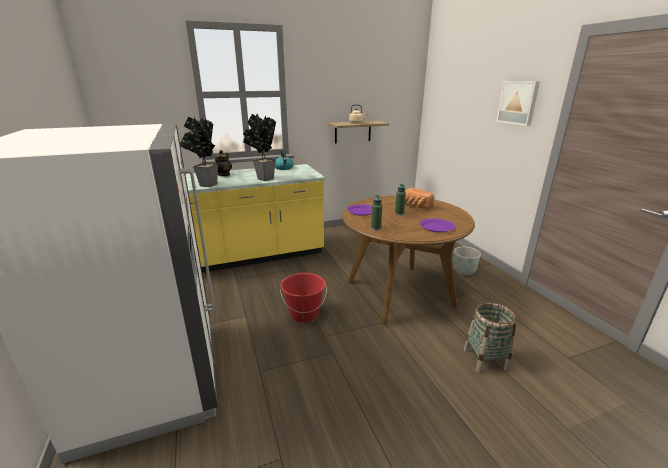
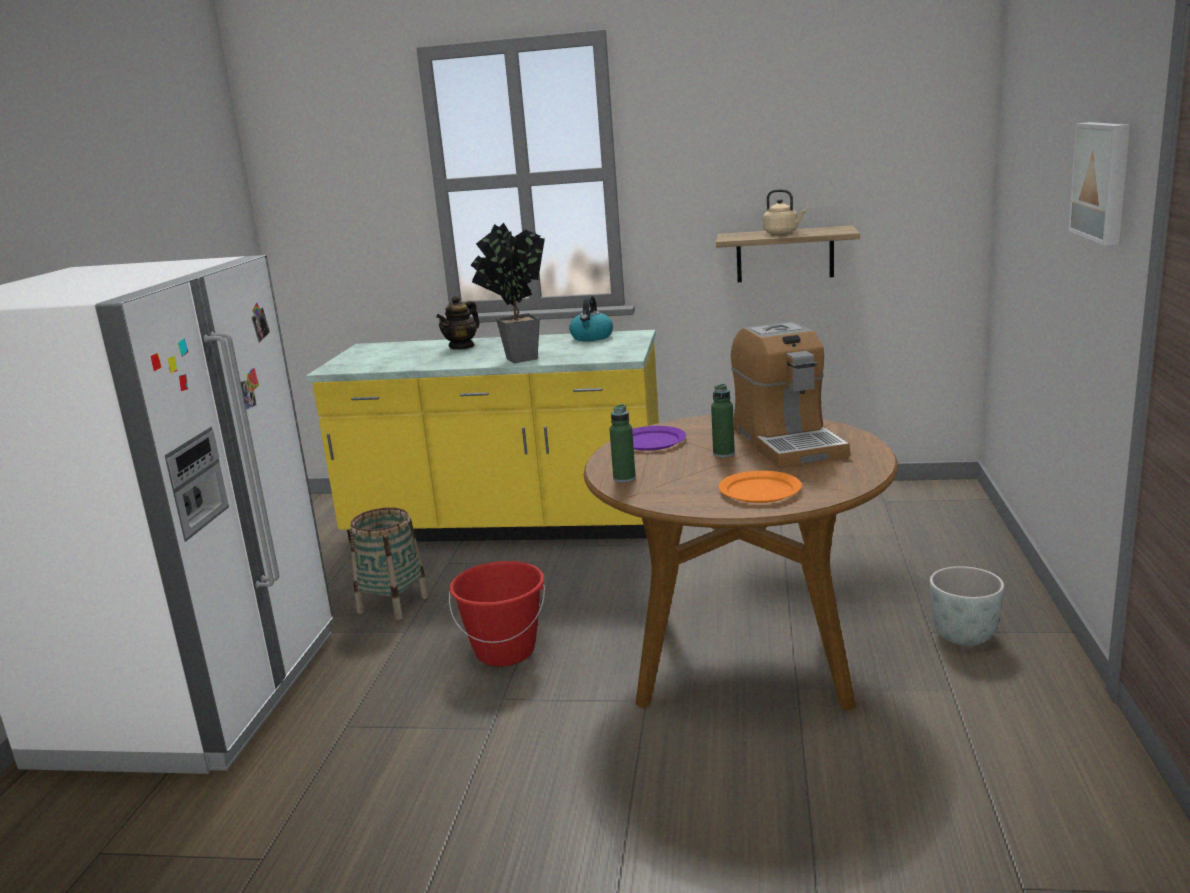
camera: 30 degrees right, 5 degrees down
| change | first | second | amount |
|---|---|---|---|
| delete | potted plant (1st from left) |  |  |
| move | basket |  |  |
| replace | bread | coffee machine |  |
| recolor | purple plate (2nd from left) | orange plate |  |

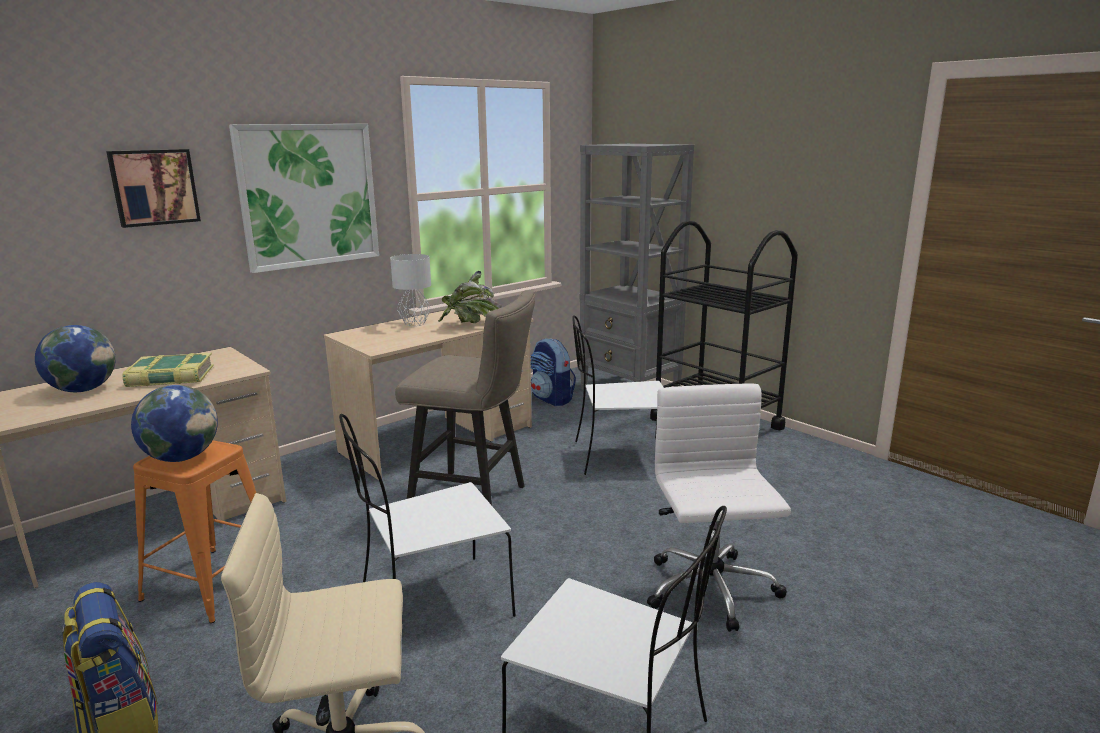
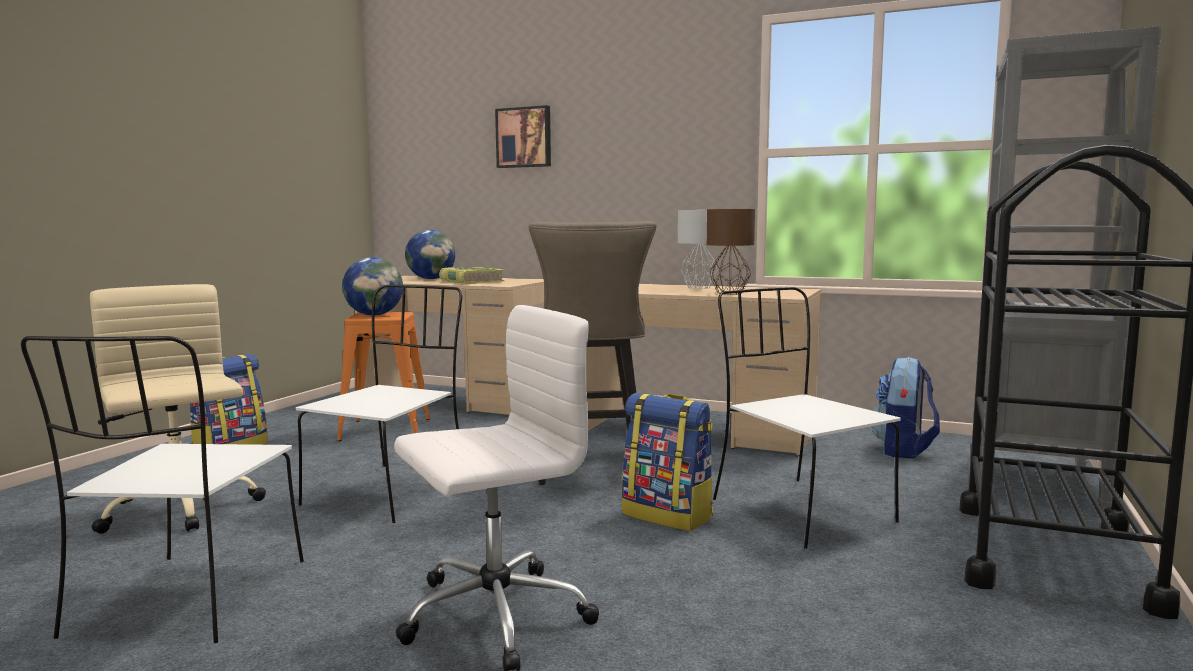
camera: 65 degrees right, 10 degrees down
| change | first | second | amount |
|---|---|---|---|
| delete | picture (2nd from left) |  |  |
| insert |  | backpack (2nd from left) |  |
| replace | potted plant | brown table lamp |  |
| rotate | white chair (1st from left in the first image) | white chair (2nd from left) | 75 degrees clockwise |

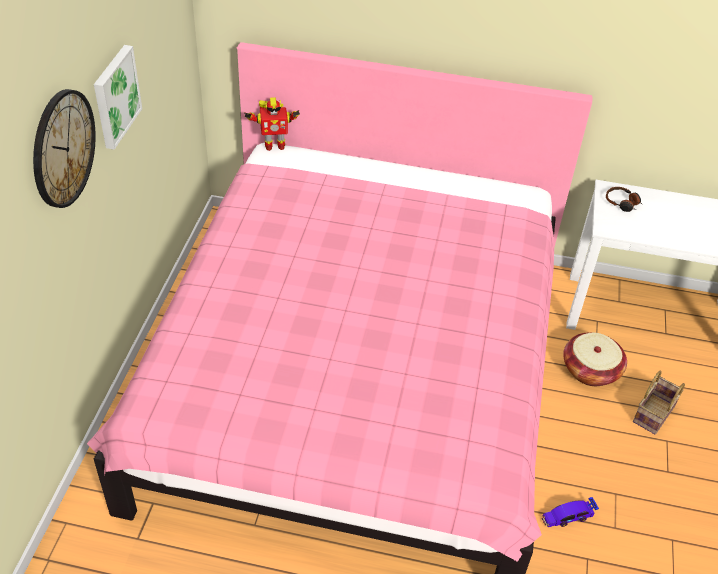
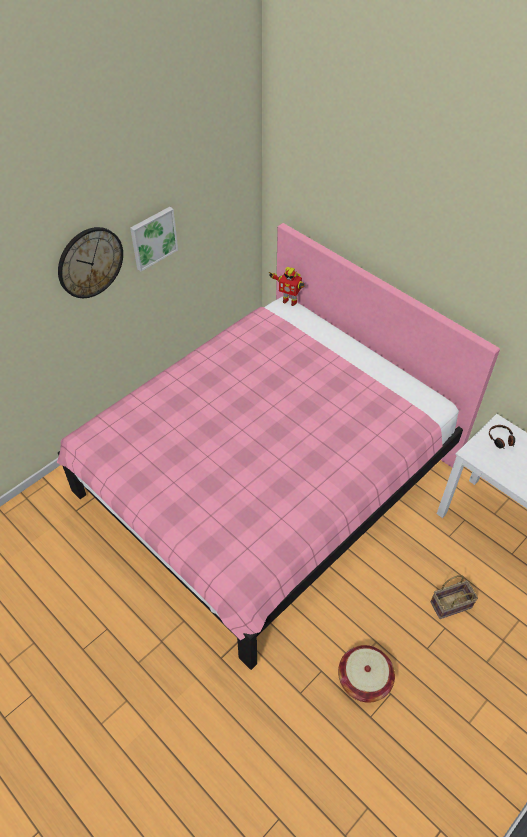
camera: 35 degrees right, 5 degrees up
| change | first | second | amount |
|---|---|---|---|
| delete | toy car |  |  |
| move | basket (1st from left) |  |  |

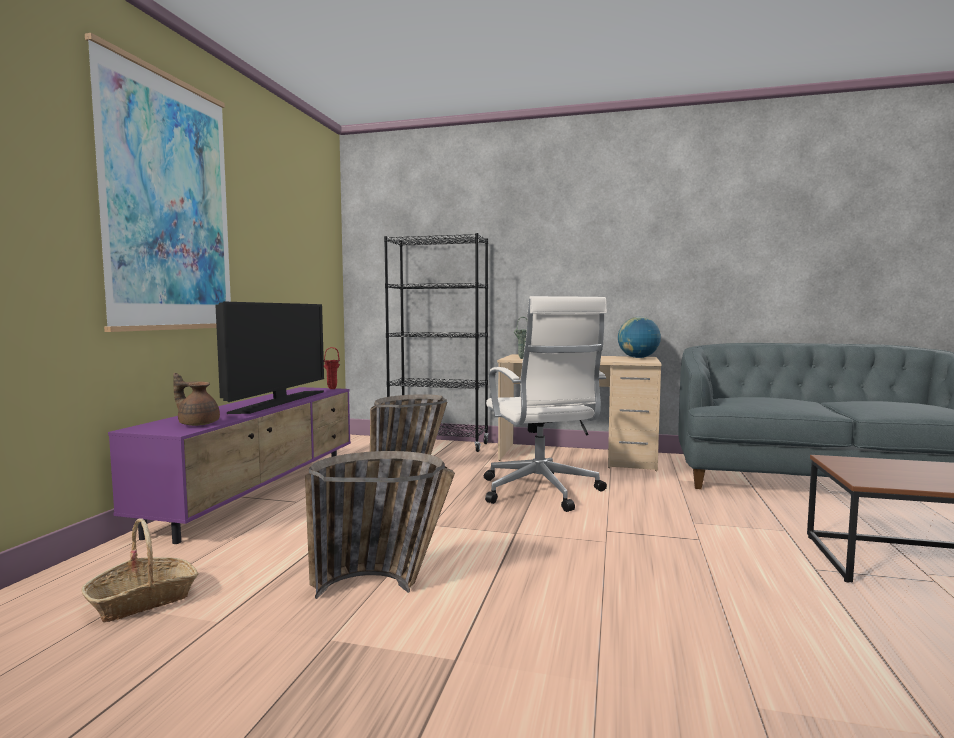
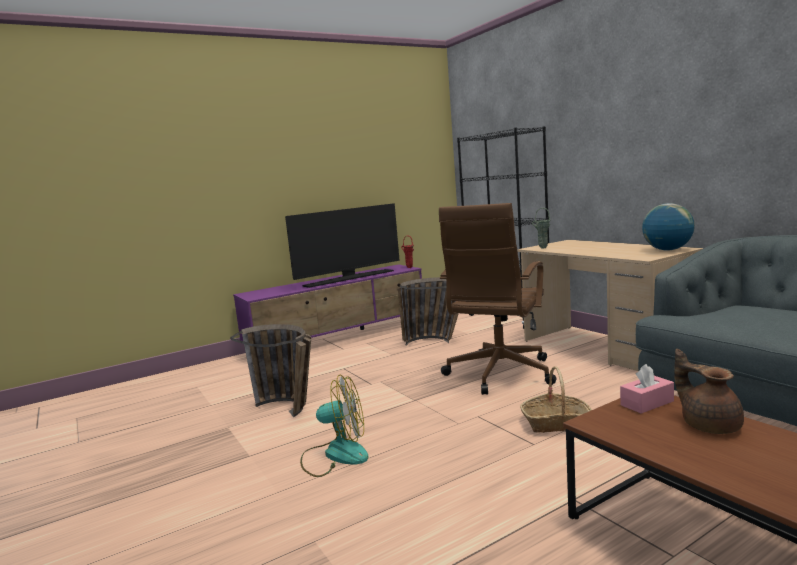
camera: 45 degrees right, 5 degrees up
| change | first | second | amount |
|---|---|---|---|
| delete | picture |  |  |
| insert |  | fan |  |
| insert |  | pink tissue box |  |
| move | basket (1st from left in the first image) | basket (3rd from left) |  |
| move | brown teapot |  |  |
| recolor | white office chair | brown office chair |  |

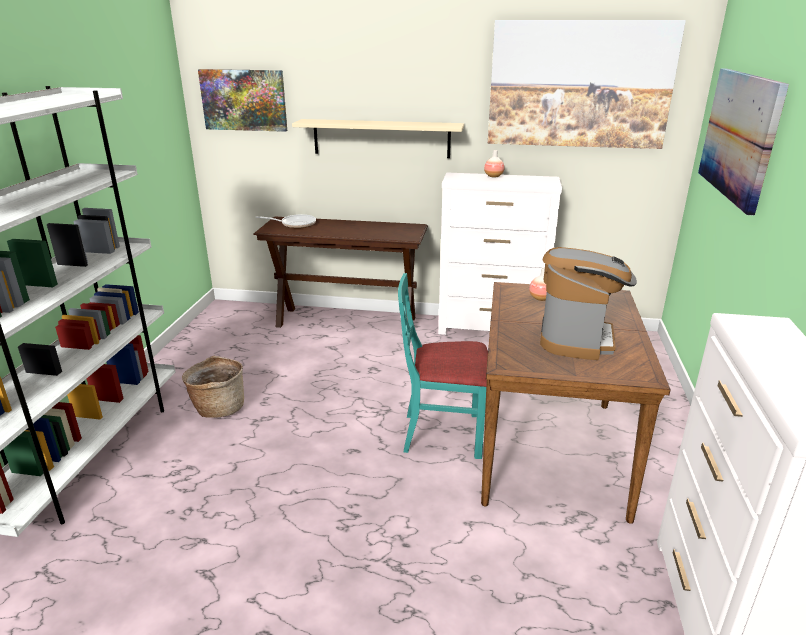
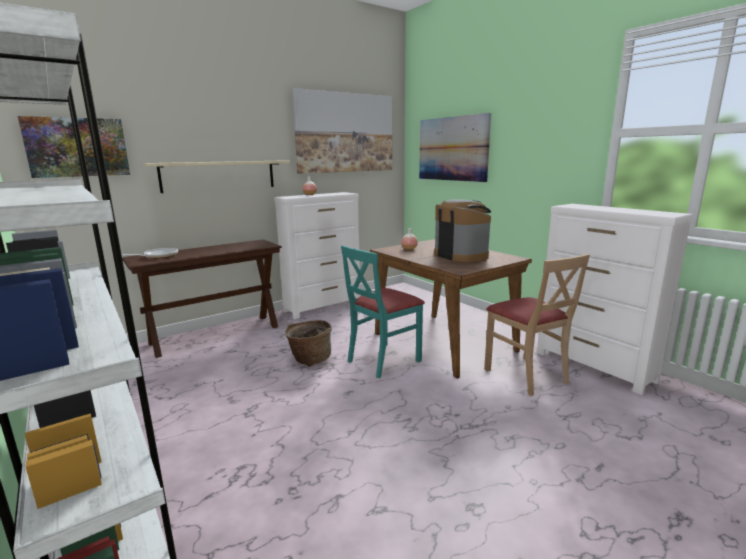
camera: 45 degrees left, 10 degrees down
| change | first | second | amount |
|---|---|---|---|
| insert |  | beige chair |  |
| move | basket |  |  |

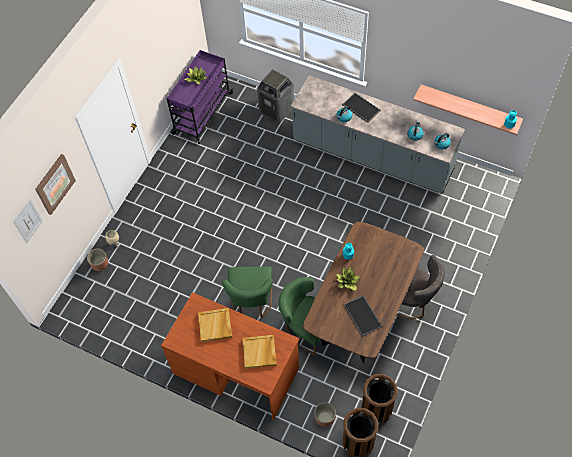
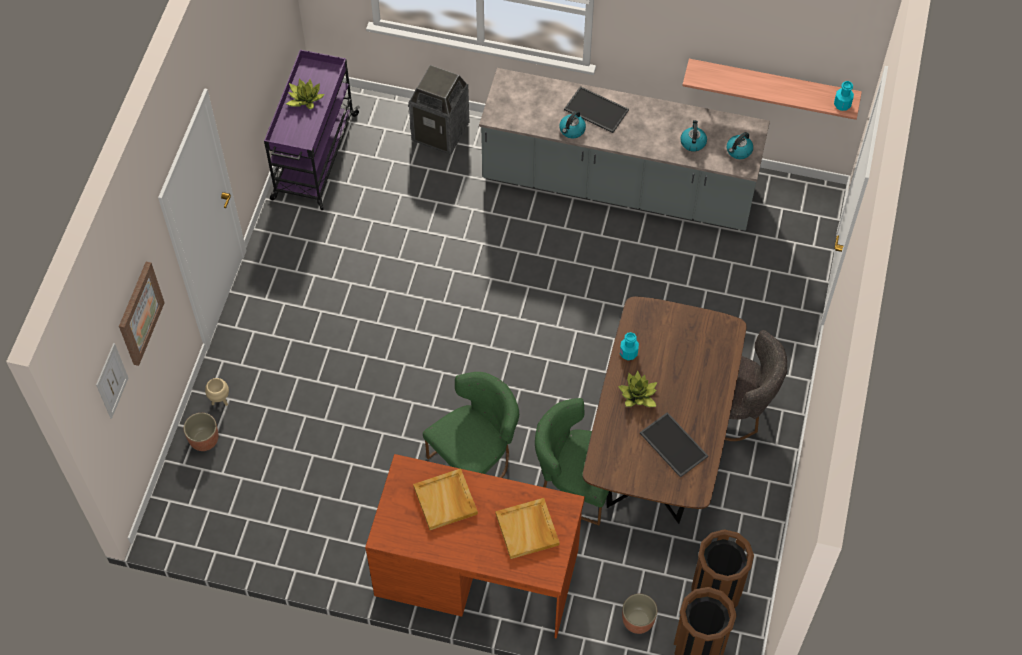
camera: 15 degrees left, 0 degrees up
| change | first | second | amount |
|---|---|---|---|
| rotate | green chair (1st from left) |  | 120 degrees counterclockwise |

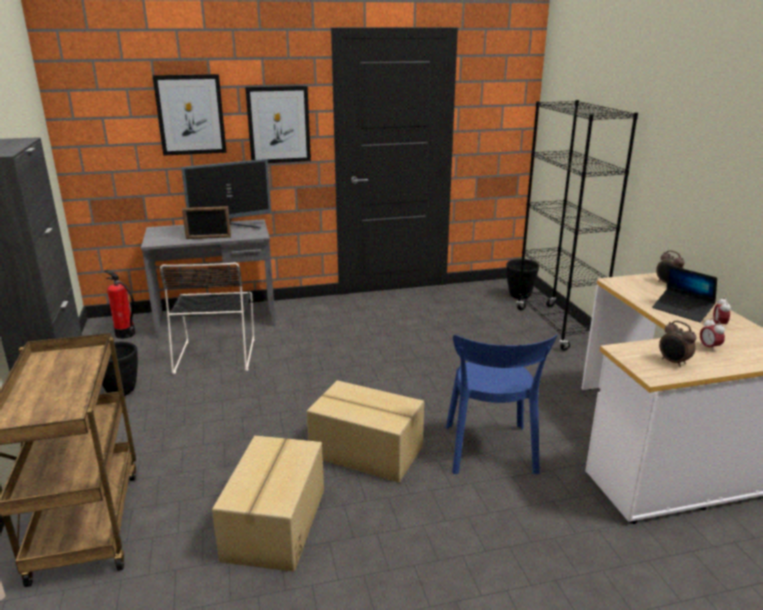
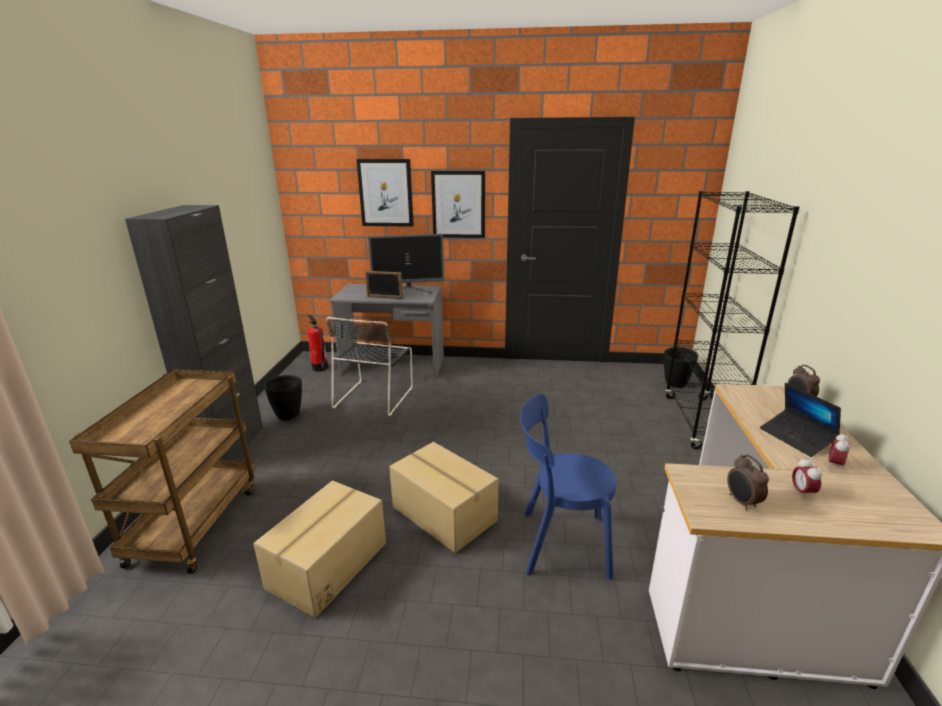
camera: 20 degrees right, 0 degrees up
| change | first | second | amount |
|---|---|---|---|
| rotate | blue chair |  | 75 degrees clockwise |

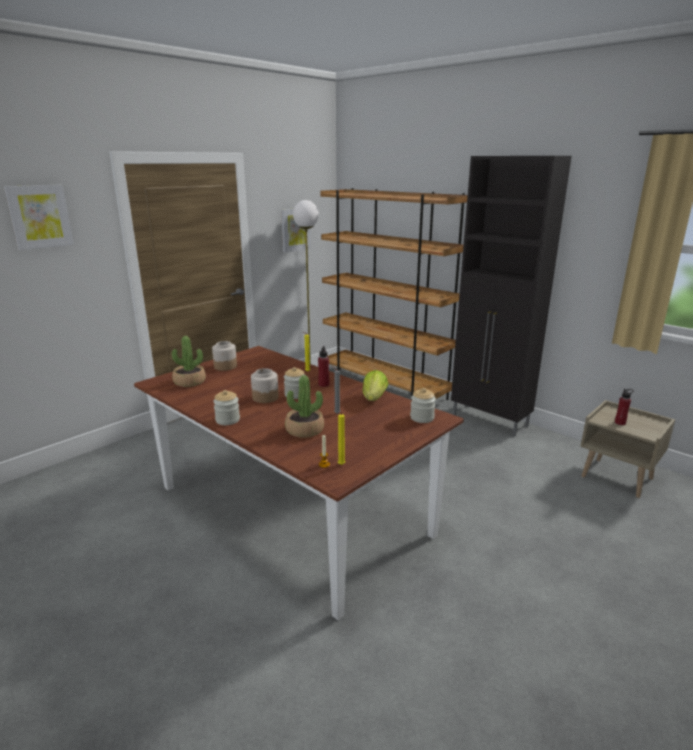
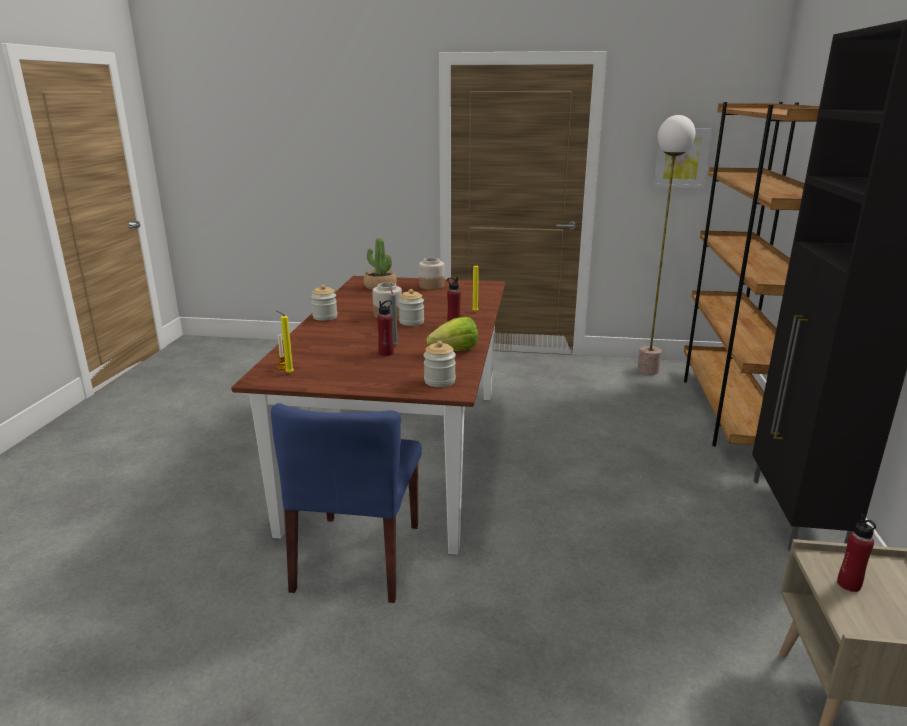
camera: 55 degrees right, 0 degrees up
| change | first | second | amount |
|---|---|---|---|
| delete | picture (1st from left) |  |  |
| delete | potted plant (2nd from left) |  |  |
| insert |  | blue chair |  |
| insert |  | red bottle (1st from left) |  |

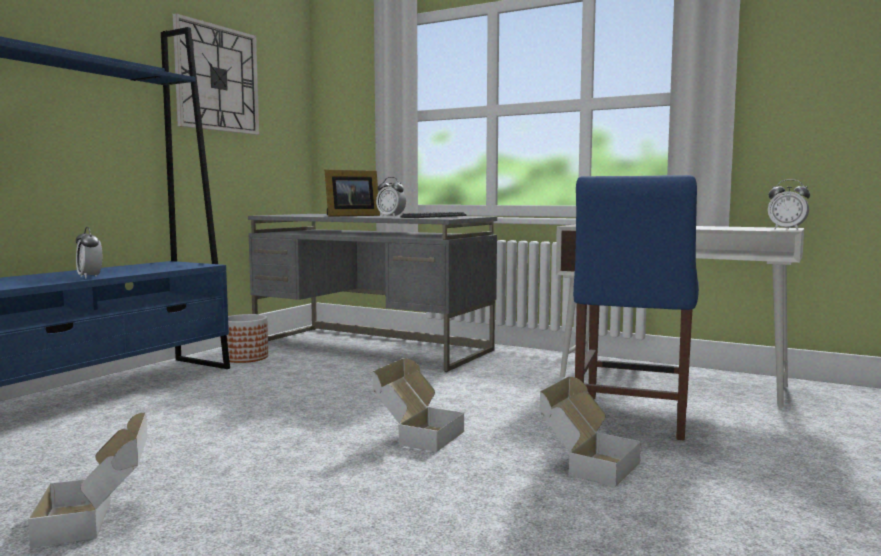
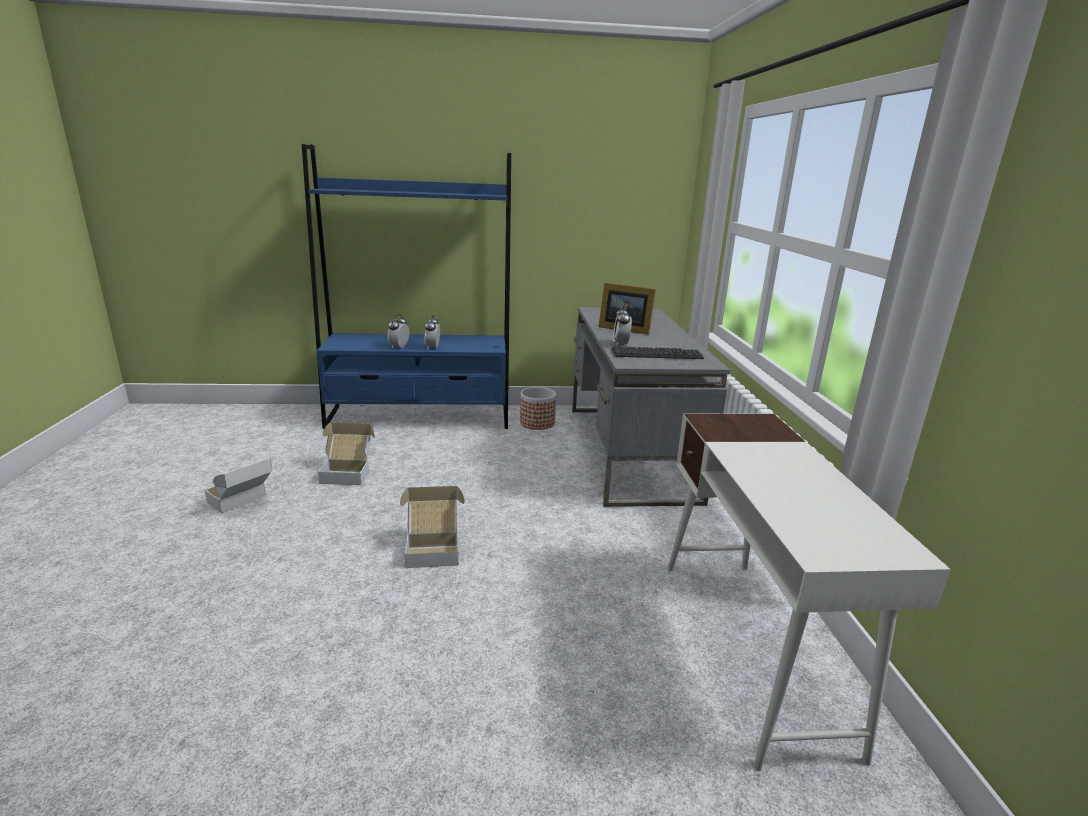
camera: 55 degrees right, 15 degrees up
| change | first | second | amount |
|---|---|---|---|
| delete | wall clock |  |  |
| delete | blue chair |  |  |
| move | cardboard box (3rd from left in the first image) | cardboard box (2nd from left) |  |
| move | alarm clock (3rd from left in the first image) | alarm clock (2nd from left) |  |

